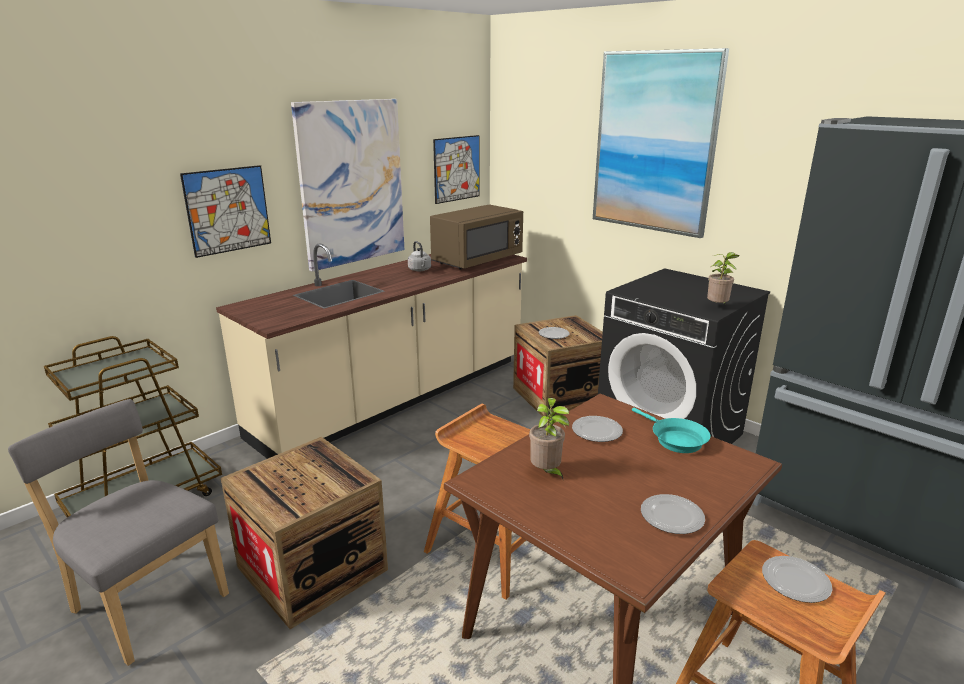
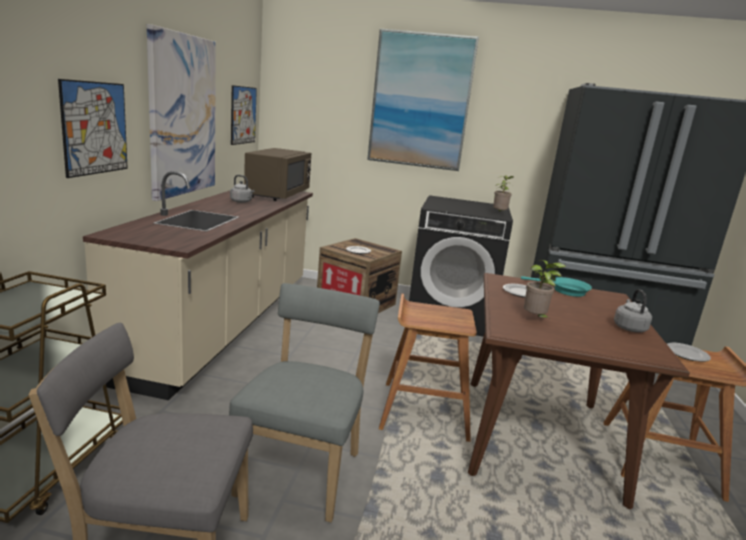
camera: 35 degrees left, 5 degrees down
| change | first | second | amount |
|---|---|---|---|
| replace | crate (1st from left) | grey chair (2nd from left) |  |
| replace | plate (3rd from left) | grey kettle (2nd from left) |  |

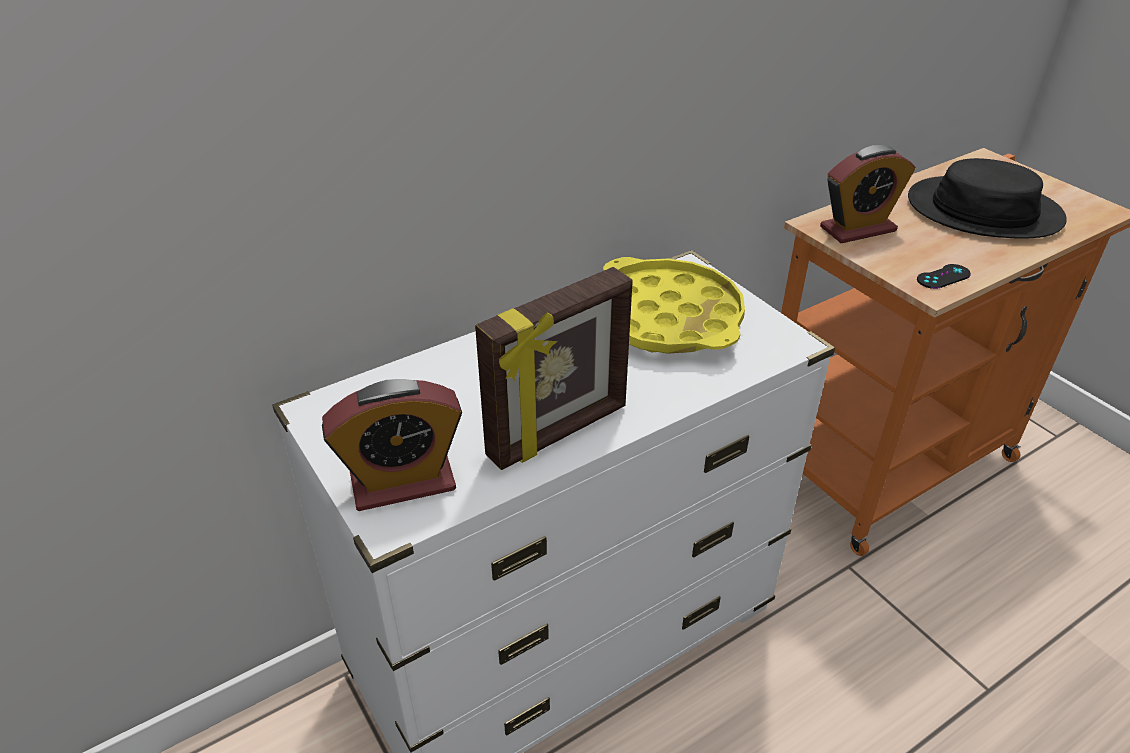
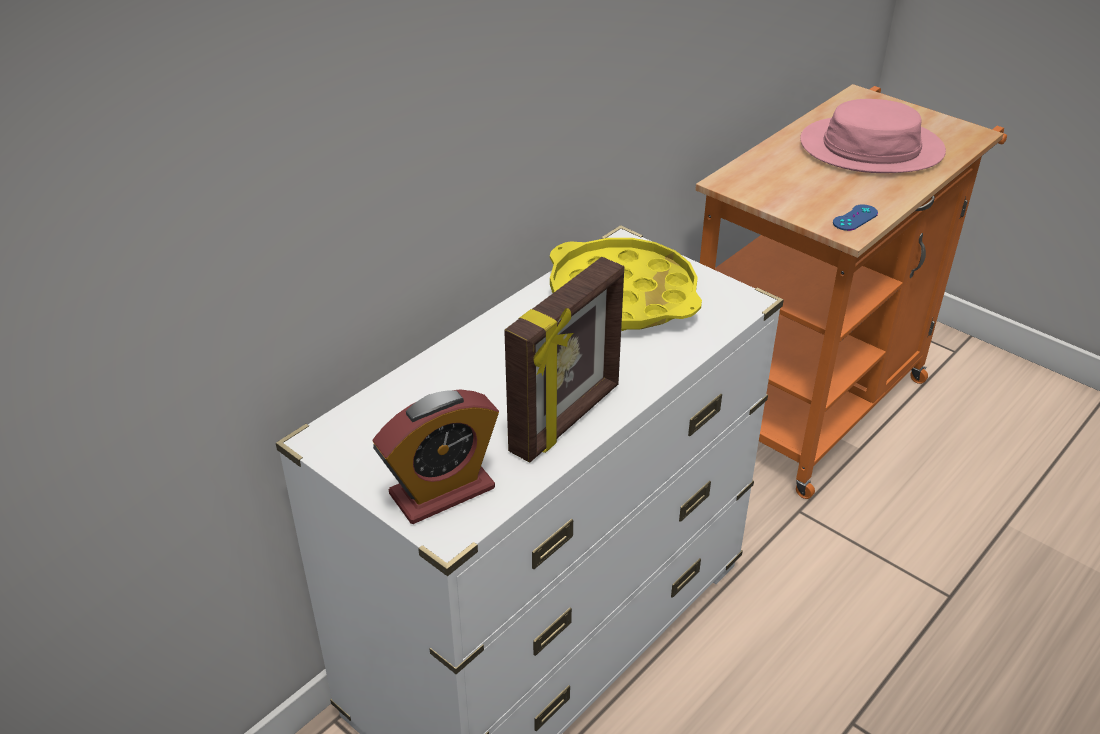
camera: 15 degrees left, 0 degrees up
| change | first | second | amount |
|---|---|---|---|
| delete | alarm clock (2nd from left) |  |  |
| recolor | black hat | pink hat |  |
| recolor | black game controller | blue game controller |  |

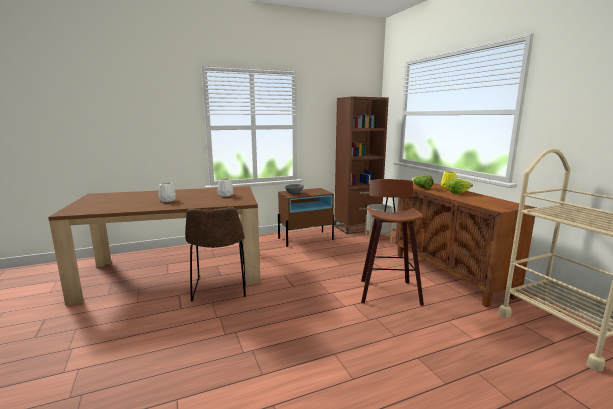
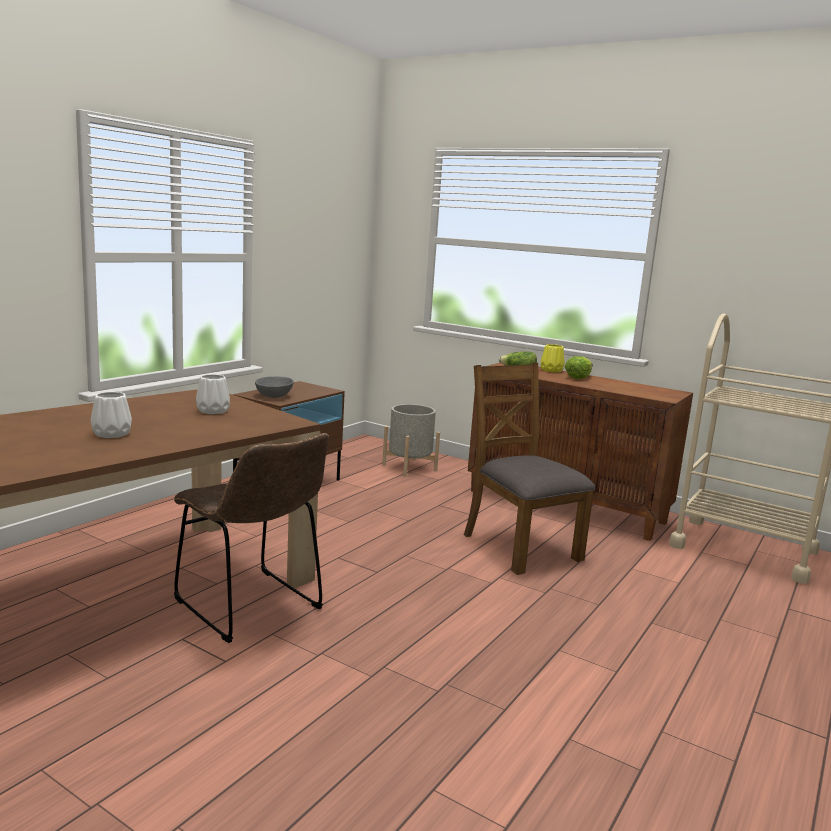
camera: 35 degrees left, 0 degrees up
| change | first | second | amount |
|---|---|---|---|
| delete | brown bookcase |  |  |
| replace | stool | brown chair (2nd from left) |  |

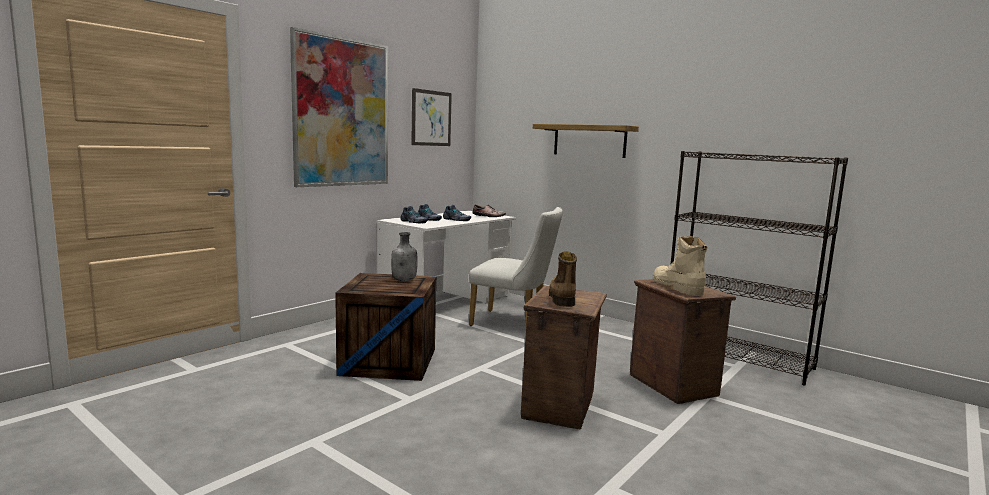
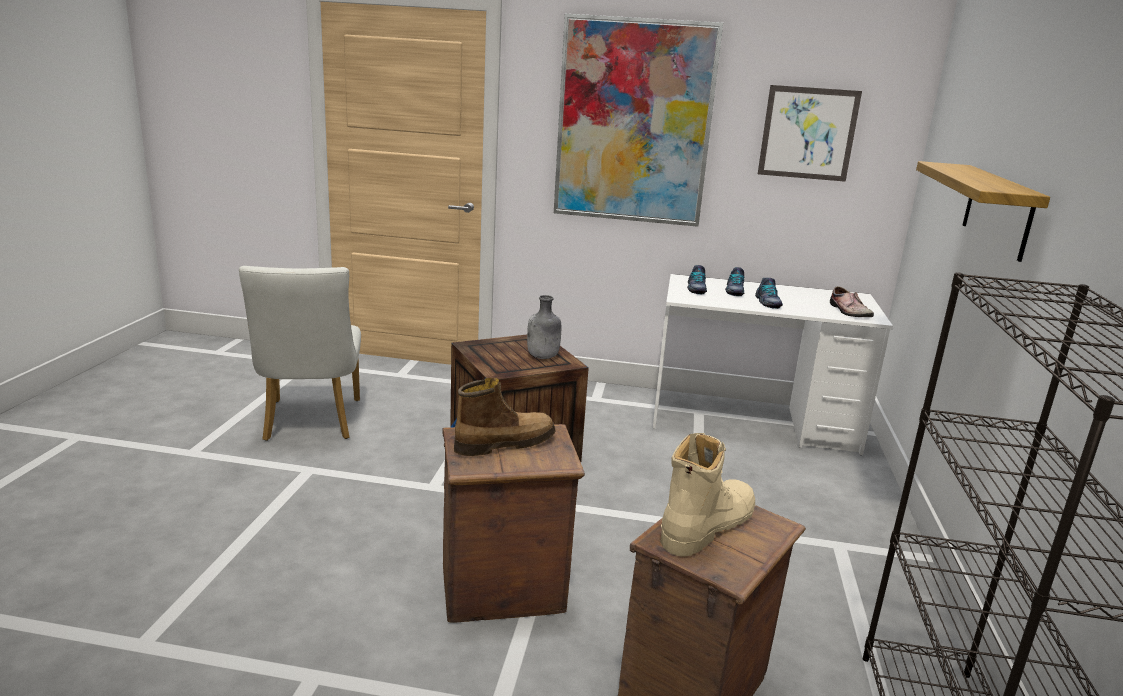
camera: 60 degrees right, 10 degrees up
| change | first | second | amount |
|---|---|---|---|
| move | white chair |  |  |

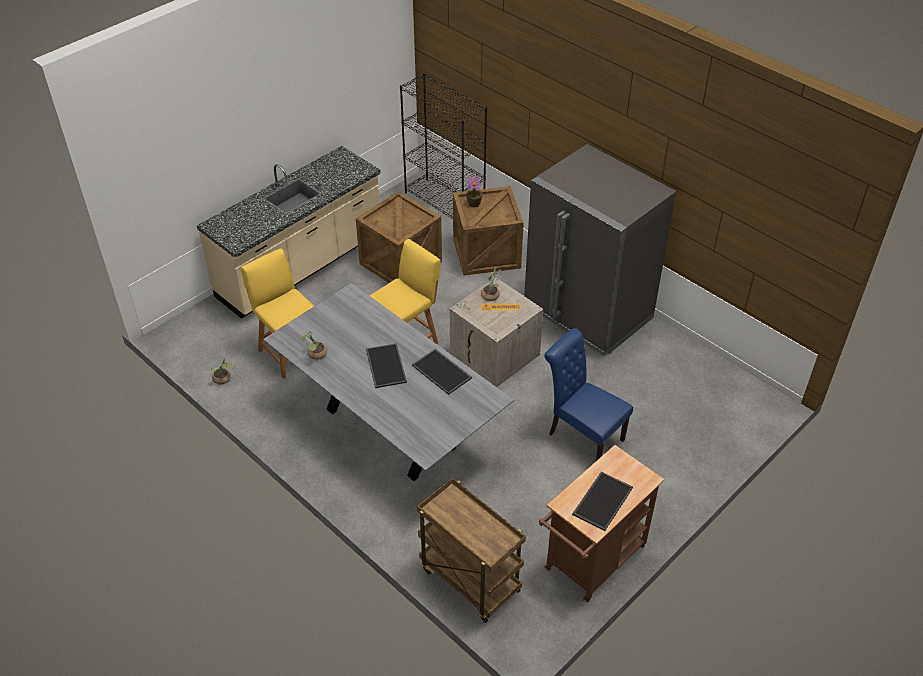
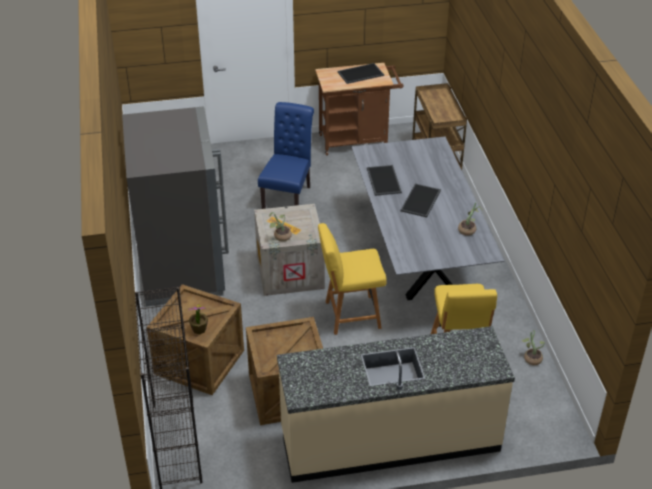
camera: 145 degrees left, 5 degrees down
| change | first | second | amount |
|---|---|---|---|
| rotate | blue chair |  | 150 degrees counterclockwise |

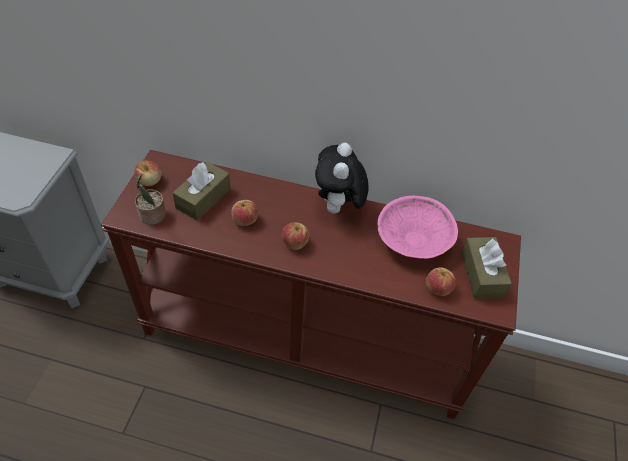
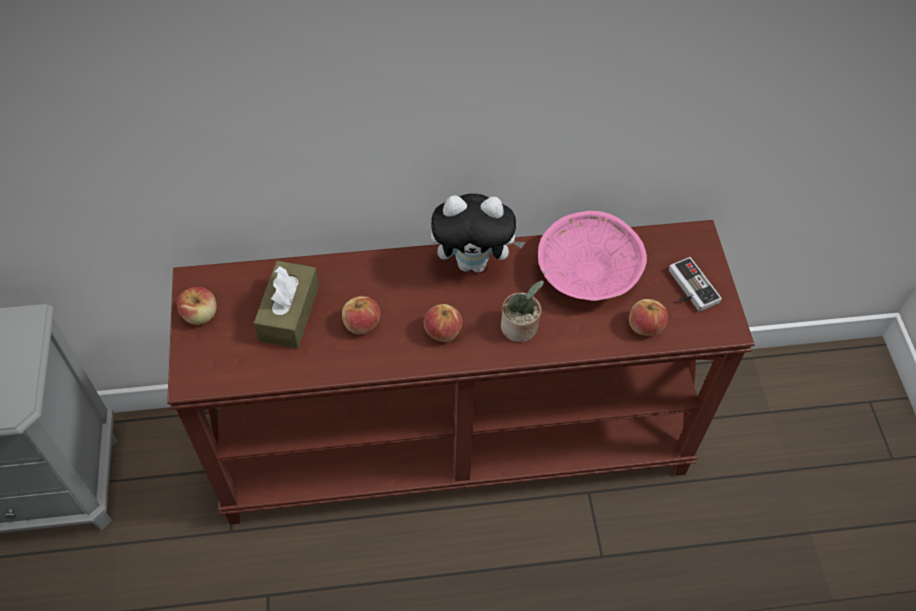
camera: 20 degrees left, 5 degrees up
| change | first | second | amount |
|---|---|---|---|
| move | potted plant |  |  |
| replace | brown tissue box (2nd from left) | game controller |  |
| rotate | plush toy |  | 75 degrees counterclockwise |

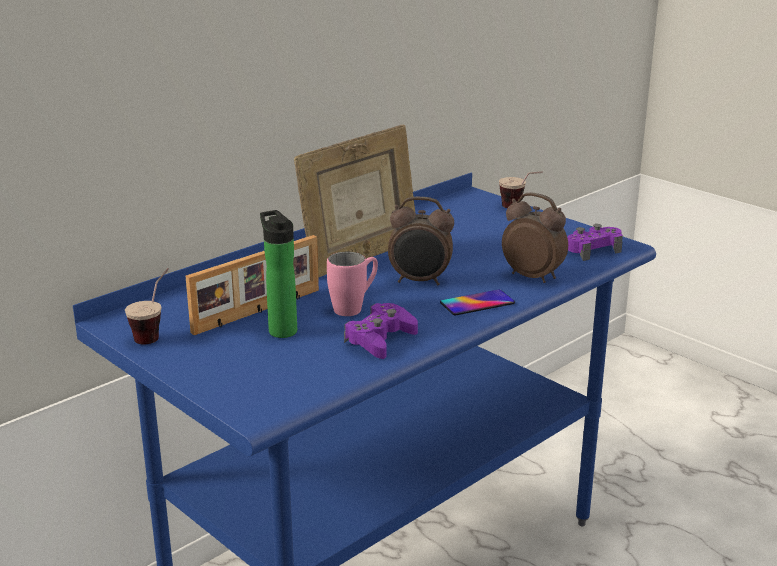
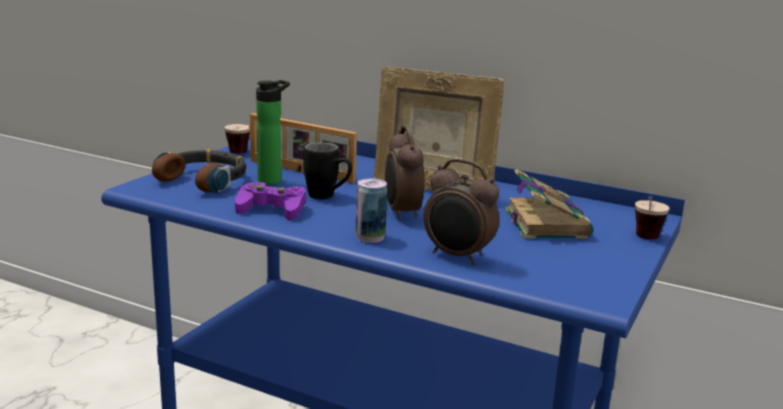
camera: 70 degrees right, 5 degrees down
| change | first | second | amount |
|---|---|---|---|
| delete | purple game controller (2nd from left) |  |  |
| insert |  | headphones |  |
| insert |  | book |  |
| replace | phone | can |  |
| recolor | pink mug | black mug |  |
| rotate | alarm clock (2nd from left) |  | 105 degrees clockwise |

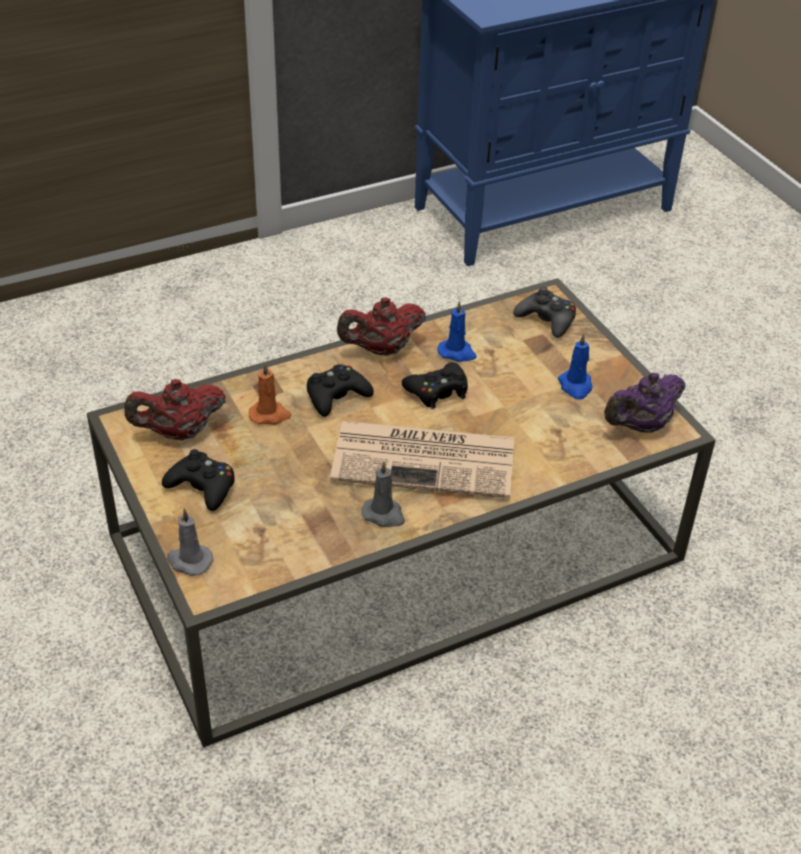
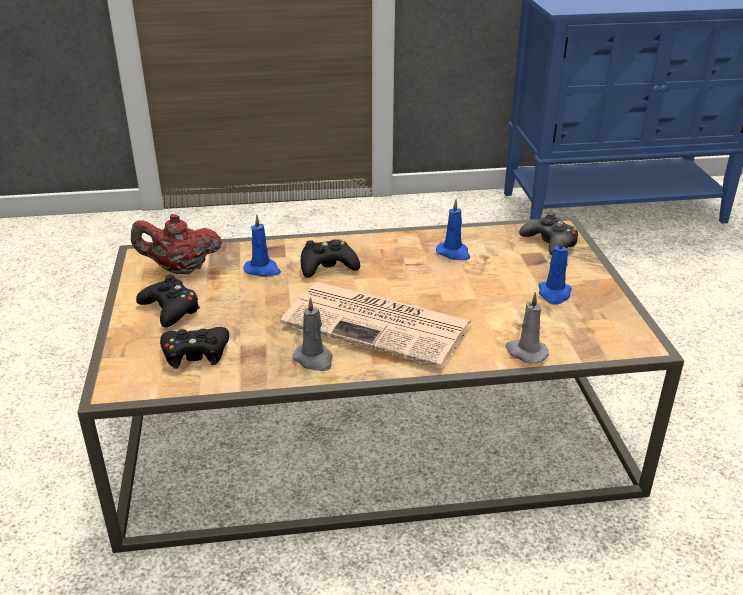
camera: 20 degrees right, 10 degrees down
| change | first | second | amount |
|---|---|---|---|
| delete | red teapot (2nd from left) |  |  |
| delete | purple teapot |  |  |
| move | grey candle (1st from left in the first image) | grey candle (2nd from left) |  |
| move | black game controller (3rd from left in the first image) | black game controller (2nd from left) |  |
| recolor | orange candle | blue candle (1st from left) |  |

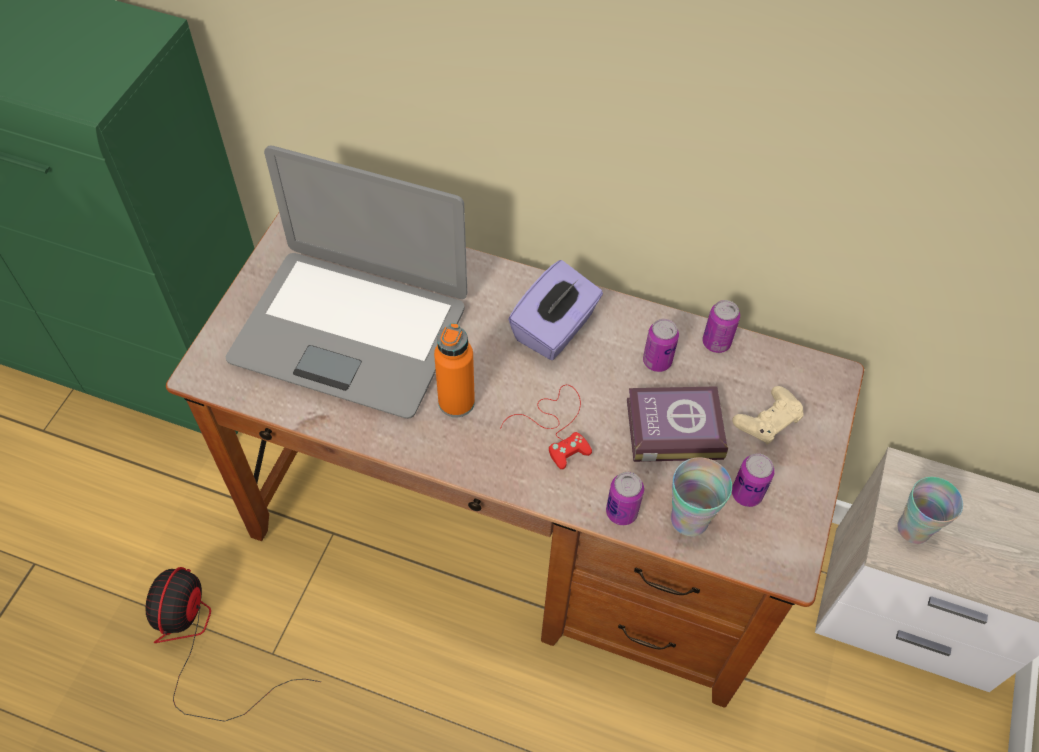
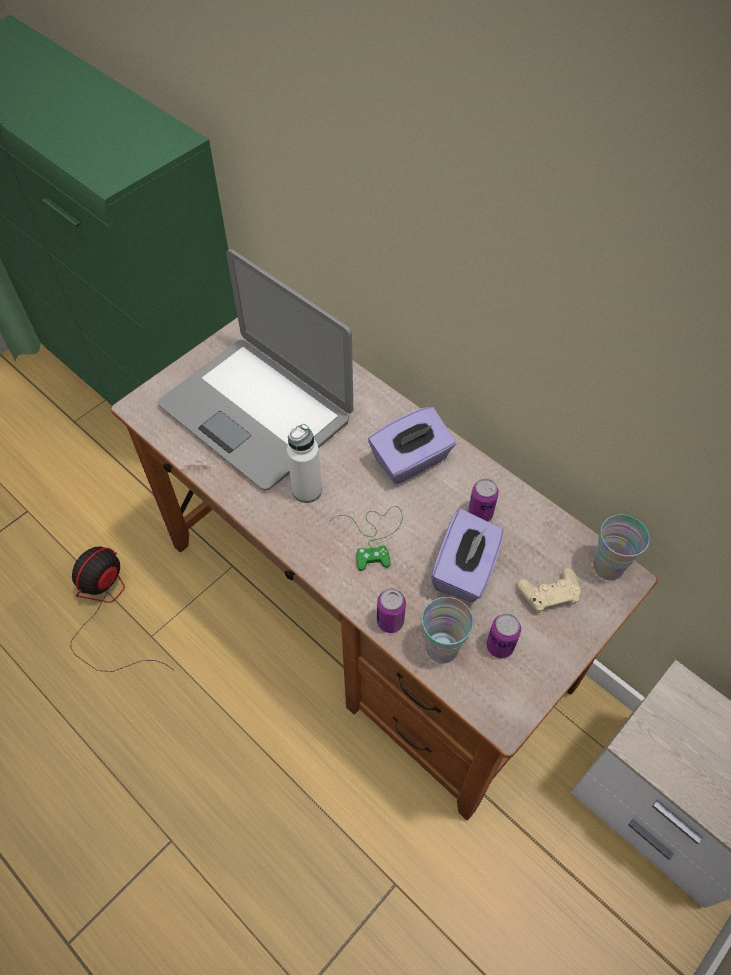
camera: 25 degrees right, 0 degrees up
| change | first | second | amount |
|---|---|---|---|
| delete | can (3rd from left) |  |  |
| move | cup (2nd from left) |  |  |
| replace | book | purple tissue box (2nd from left) |  |
| recolor | orange bottle | white bottle |  |
| recolor | red game controller | green game controller |  |

